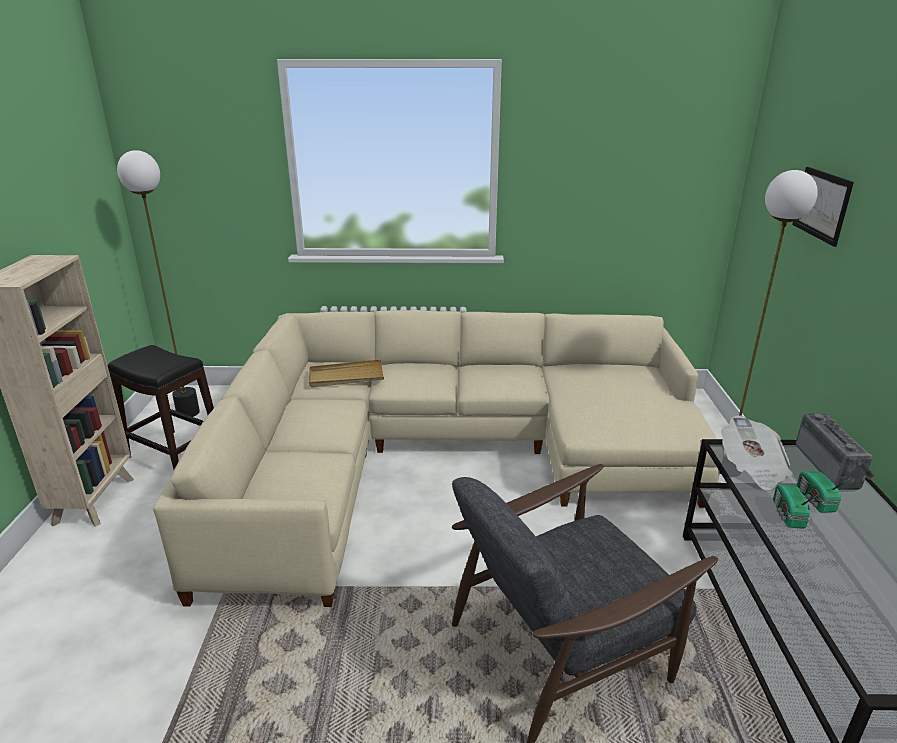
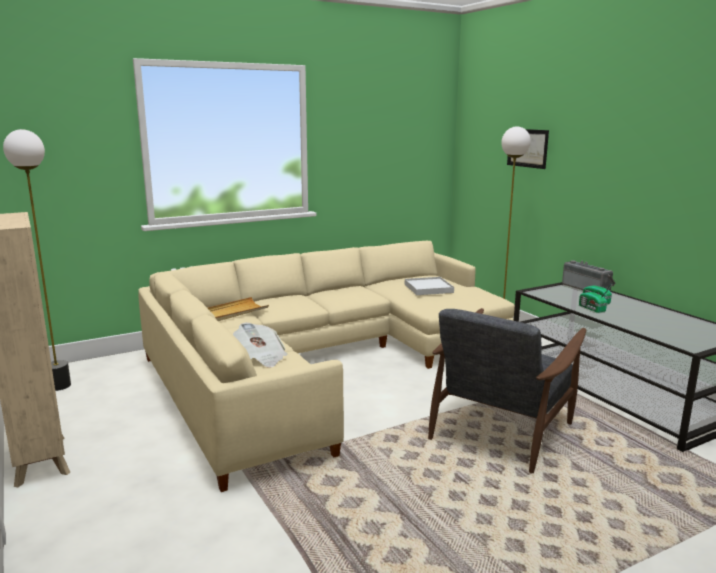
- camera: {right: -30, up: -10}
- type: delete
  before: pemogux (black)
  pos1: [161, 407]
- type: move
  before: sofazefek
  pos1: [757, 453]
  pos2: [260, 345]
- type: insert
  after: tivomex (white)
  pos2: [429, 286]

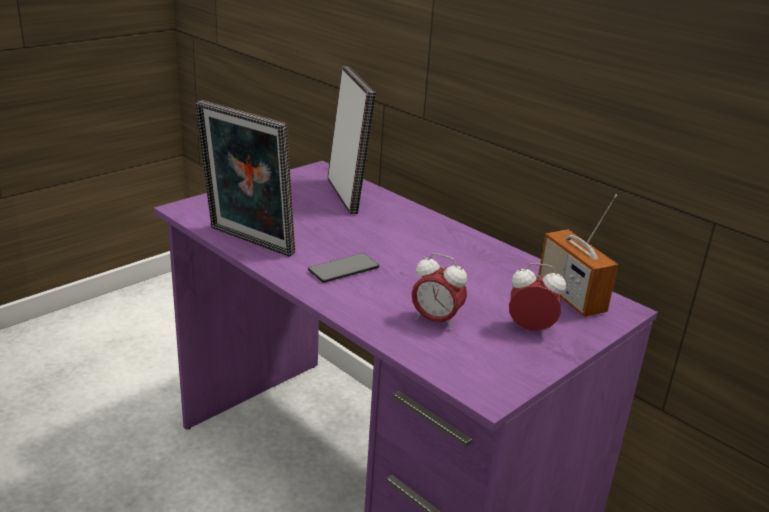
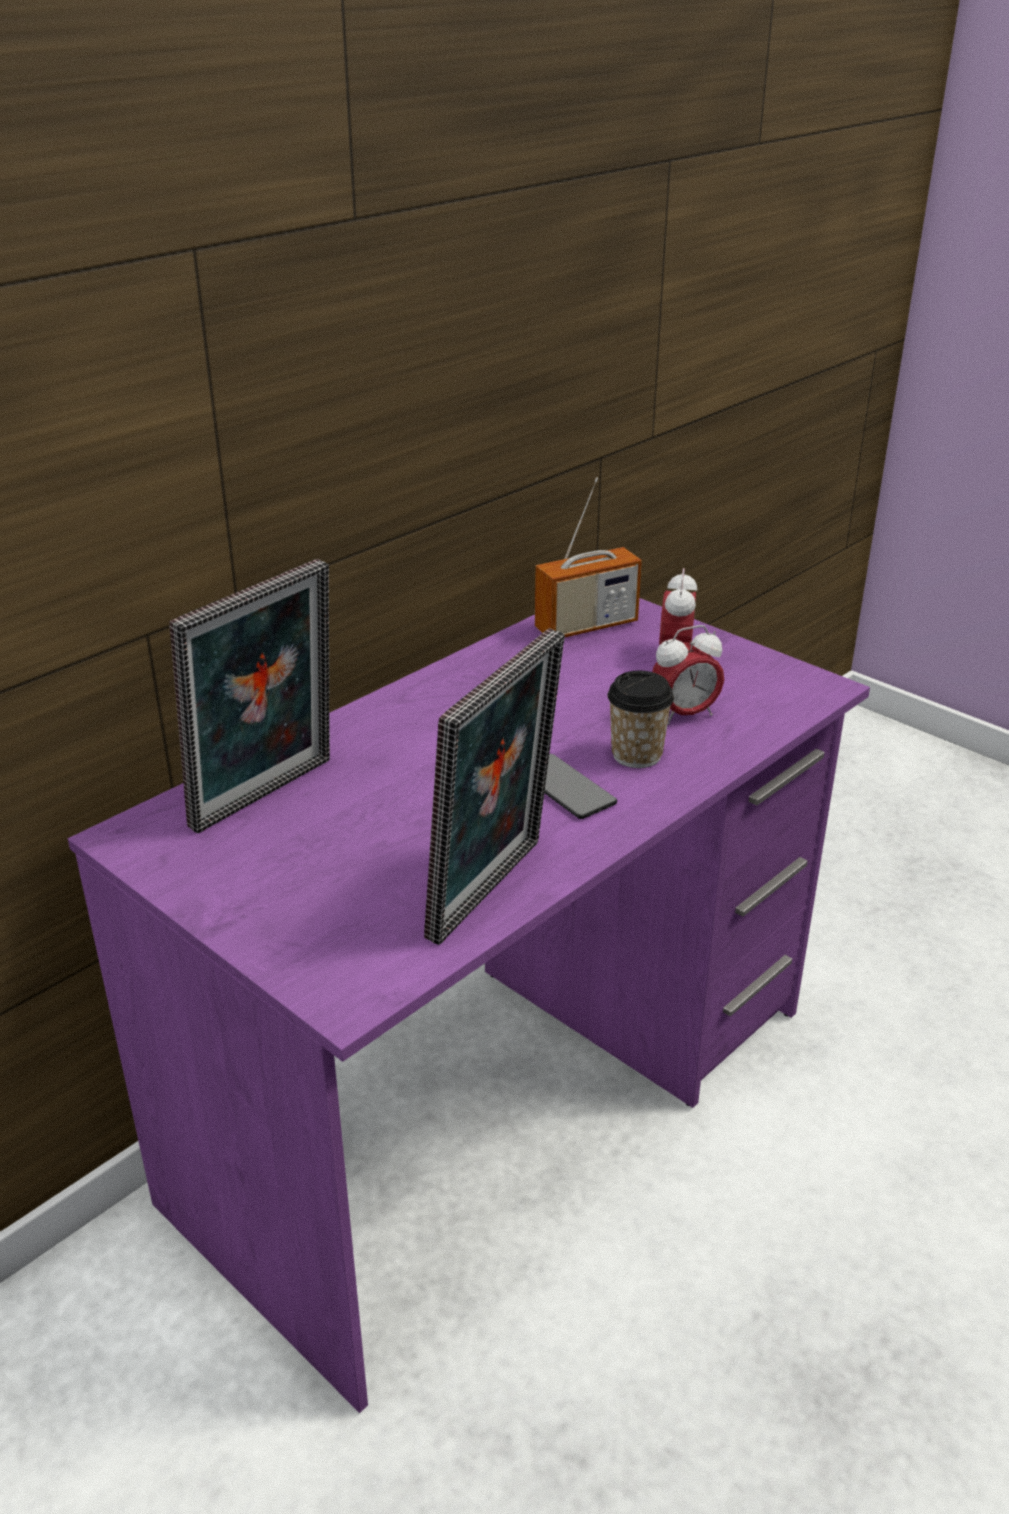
- camera: {right: -90, up: 5}
- type: rotate
  before: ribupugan
  pos1: [352, 140]
  pos2: [249, 696]
  turn: 150
- type: rotate
  before: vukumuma
  pos1: [439, 291]
  pos2: [688, 675]
  turn: 45
- type: insert
  after: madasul
  pos2: [640, 719]

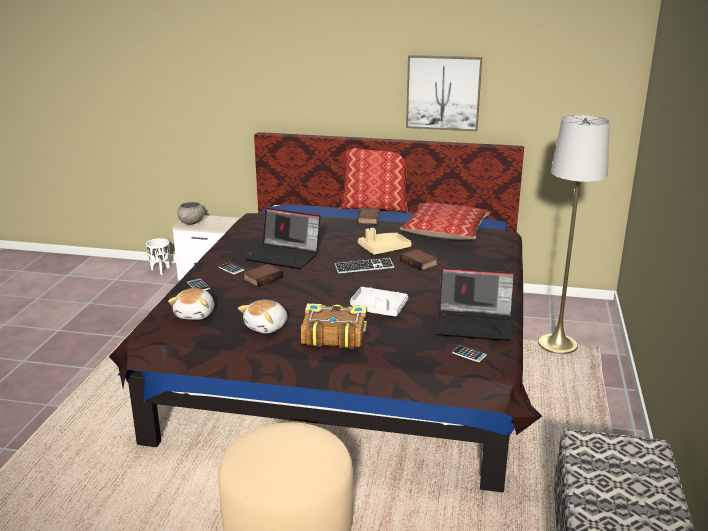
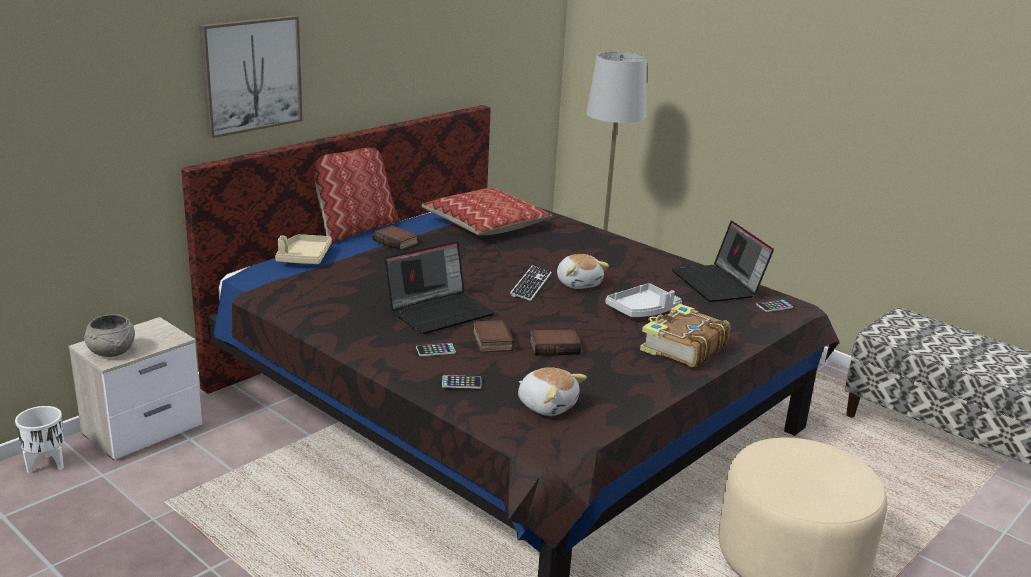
- camera: {right: -60, up: 0}
- type: move
  before: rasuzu
  pos1: [444, 93]
  pos2: [250, 76]
- type: move
  before: tivomex (beige)
  pos1: [385, 241]
  pos2: [303, 249]
- type: move
  before: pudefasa
  pos1: [419, 260]
  pos2: [555, 342]
- type: rotate
  before: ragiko
  pos1: [475, 304]
  pos2: [723, 261]
  turn: 120
- type: move
  before: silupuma
  pos1: [262, 317]
  pos2: [583, 271]

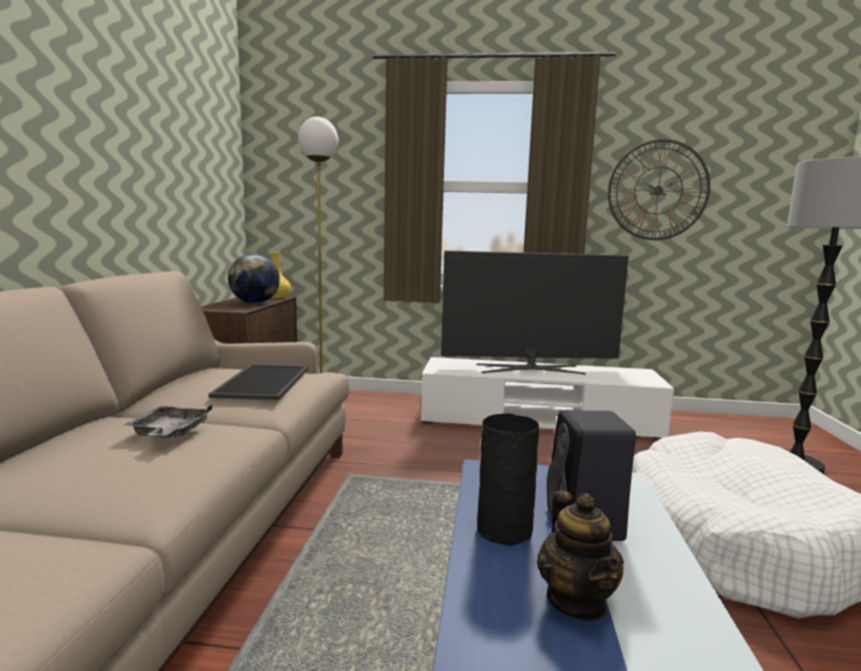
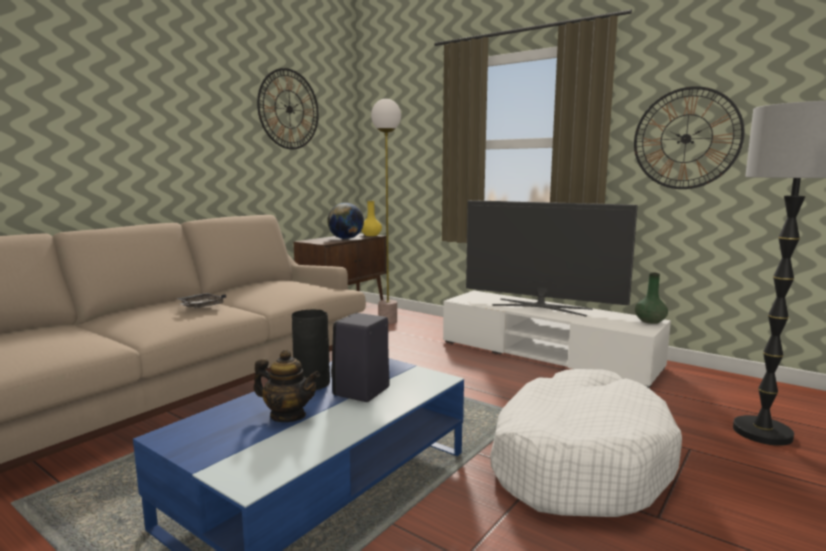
- camera: {right: 30, up: 0}
- type: delete
  before: tivomex
  pos1: [258, 382]
- type: rotate
  before: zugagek
  pos1: [580, 556]
  pos2: [286, 386]
  turn: -90
- type: insert
  after: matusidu
  pos2: [288, 108]
- type: insert
  after: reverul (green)
  pos2: [651, 298]

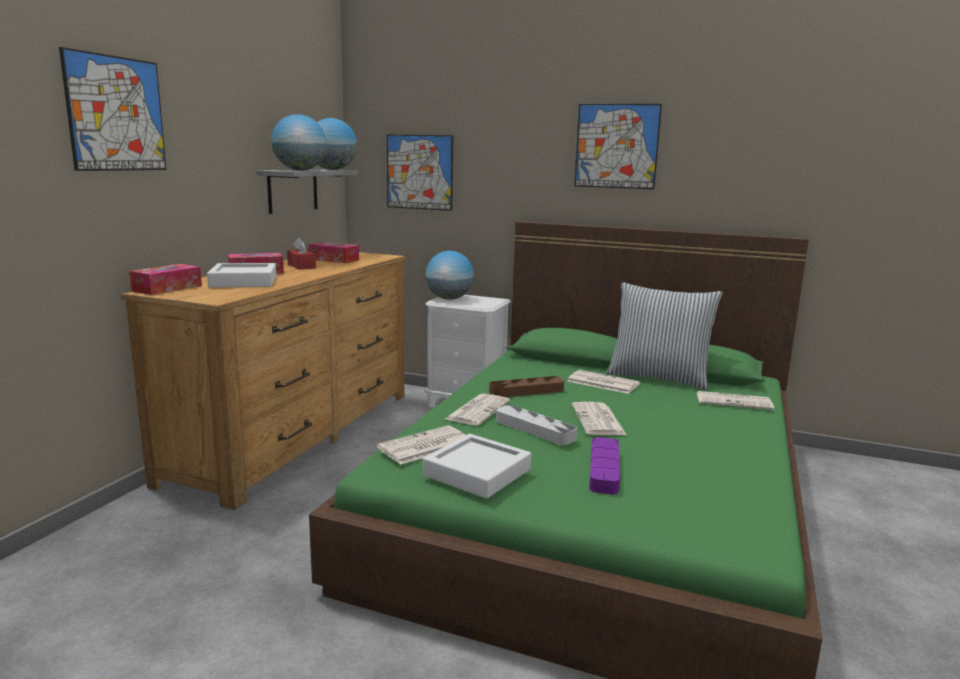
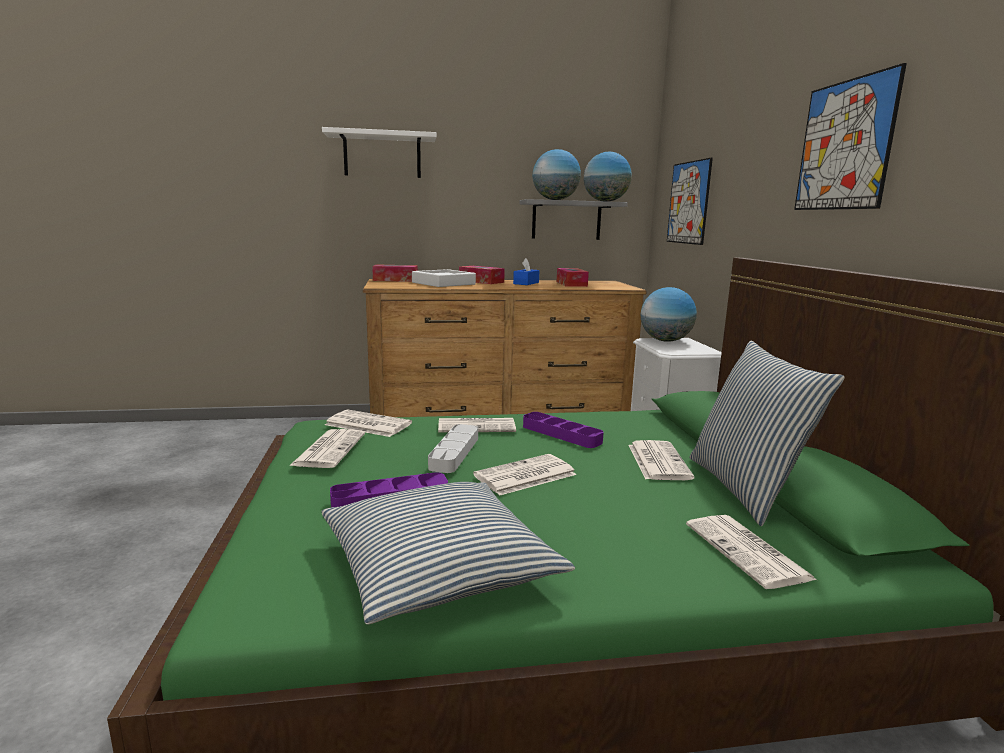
- camera: {right: 60, up: 0}
- type: replace
  before: rasuzu
  after: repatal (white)
  pos1: [112, 109]
  pos2: [379, 152]
- type: recolor
  before: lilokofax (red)
  after: lilokofax (blue)
  pos1: [301, 253]
  pos2: [526, 271]
- type: recolor
  before: tivomex (brown)
  after: tivomex (purple)
  pos1: [526, 386]
  pos2: [563, 430]
- type: replace
  before: tivomex (white)
  after: sofazefek
  pos1: [477, 466]
  pos2: [327, 448]
- type: insert
  after: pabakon
  pos2: [448, 553]

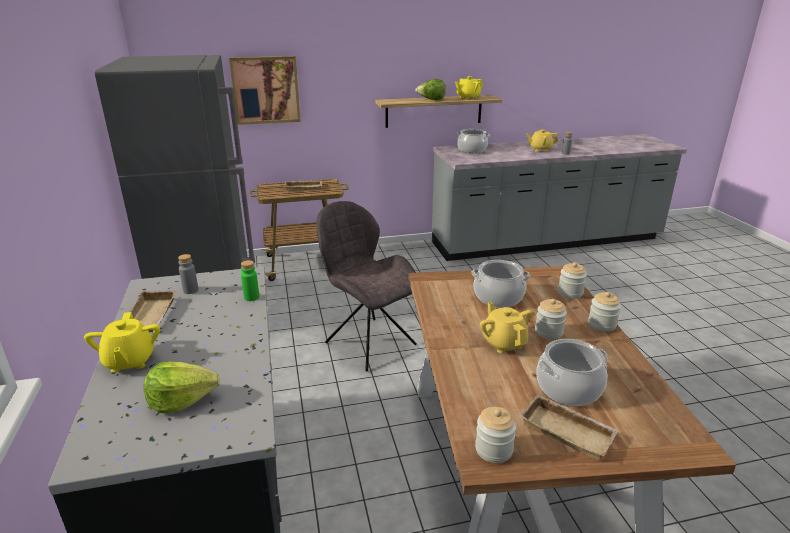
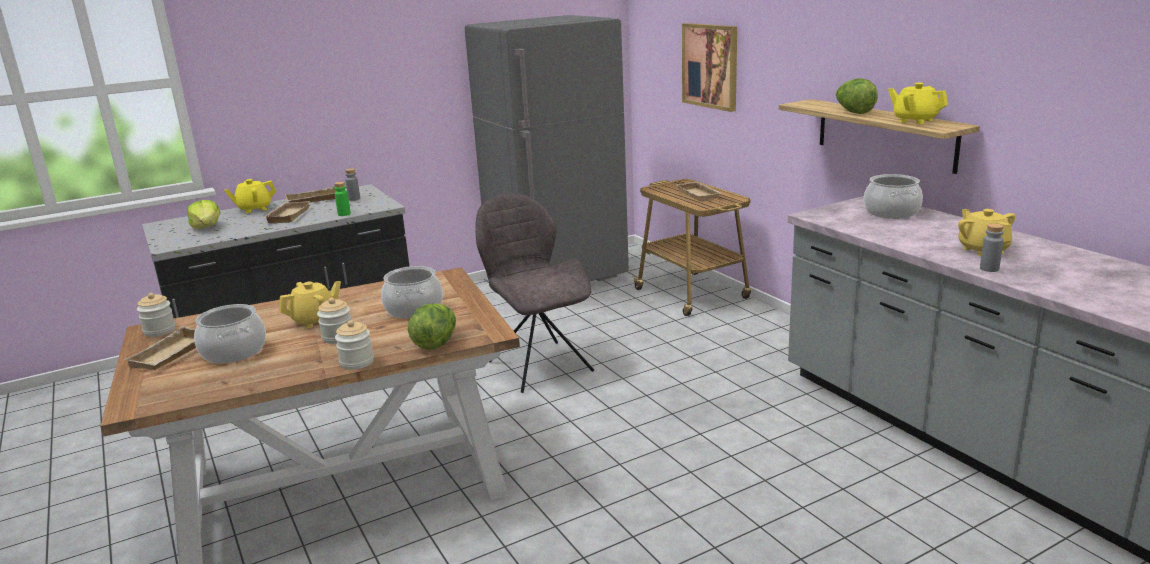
- camera: {right: 75, up: -5}
- type: rotate
  before: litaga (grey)
  pos1: [367, 286]
  pos2: [534, 293]
  turn: -60
- type: replace
  before: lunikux
  after: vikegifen
  pos1: [572, 280]
  pos2: [431, 326]
- type: insert
  after: tivomex (beige)
  pos2: [287, 212]

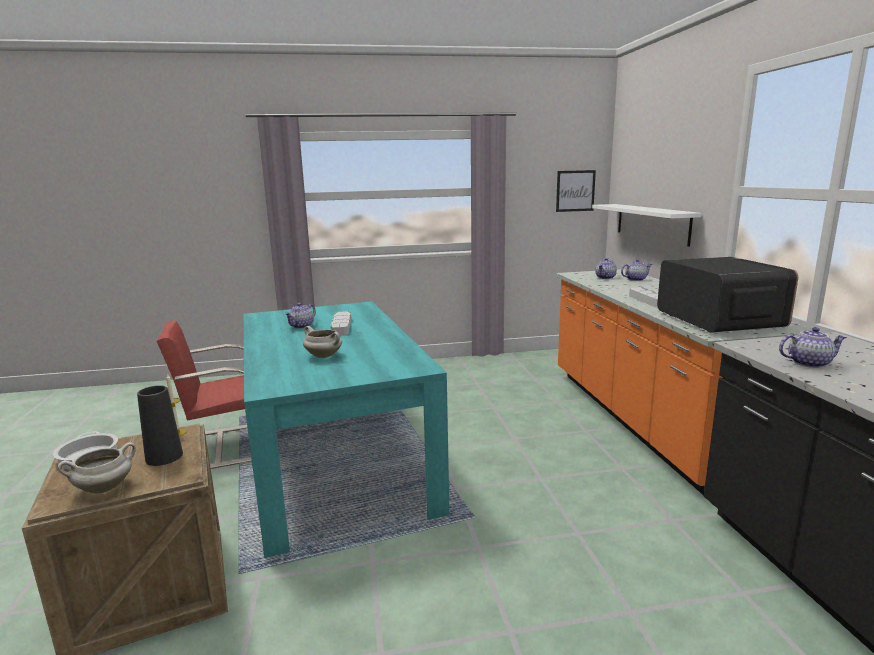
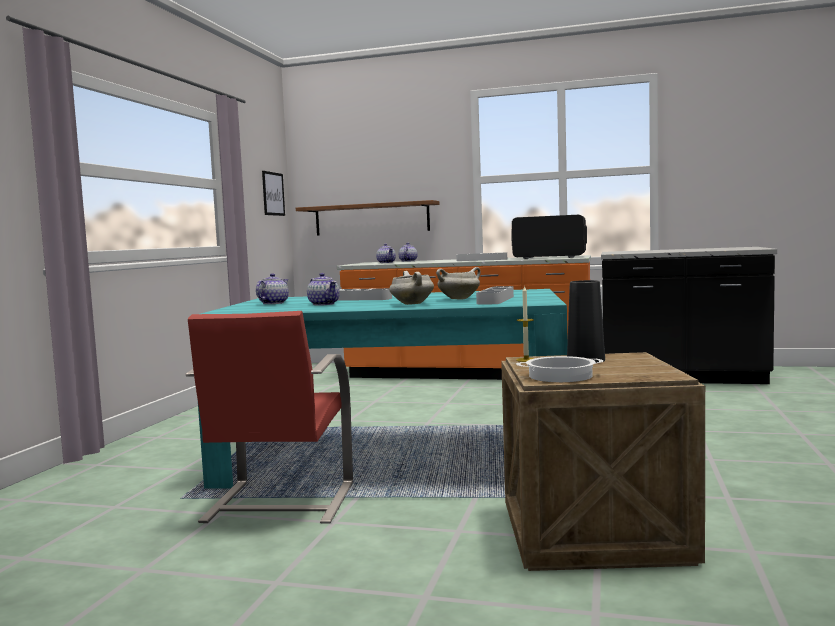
- camera: {right: -65, up: -10}
- type: recolor
  before: repatal (white)
  after: repatal (brown)
  pos1: [647, 225]
  pos2: [368, 217]
- type: move
  before: zugagek
  pos1: [813, 347]
  pos2: [272, 288]
- type: move
  before: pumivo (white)
  pos1: [96, 468]
  pos2: [411, 288]
- type: insert
  after: tivomex (grey)
  pos2: [495, 295]

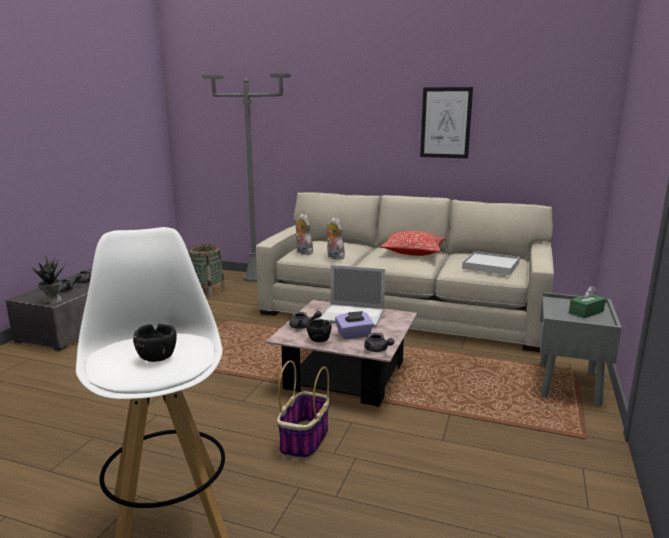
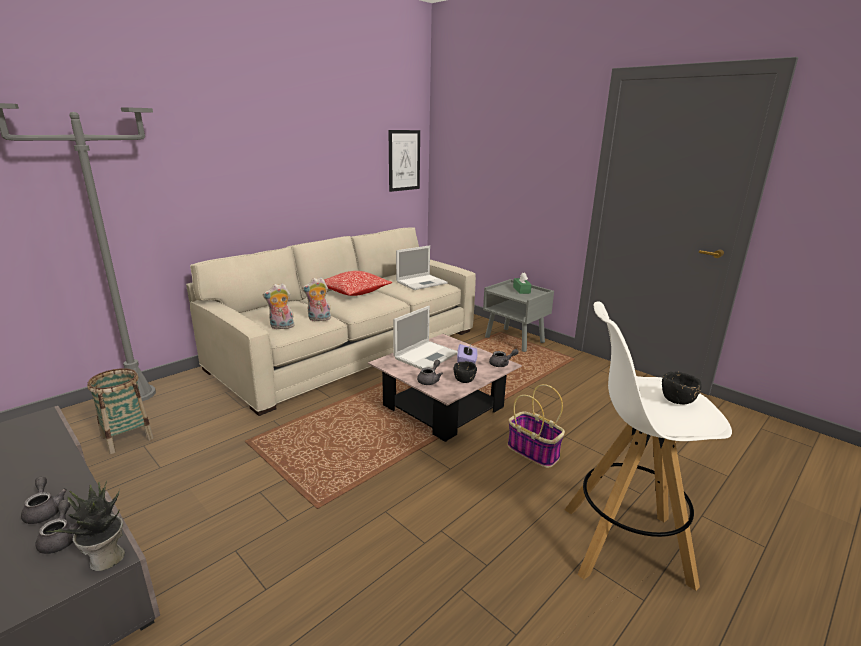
- camera: {right: -65, up: 5}
- type: move
  before: rasuzu
  pos1: [446, 122]
  pos2: [404, 161]
- type: replace
  before: tivomex (white)
  after: ragiko
  pos1: [491, 263]
  pos2: [422, 267]

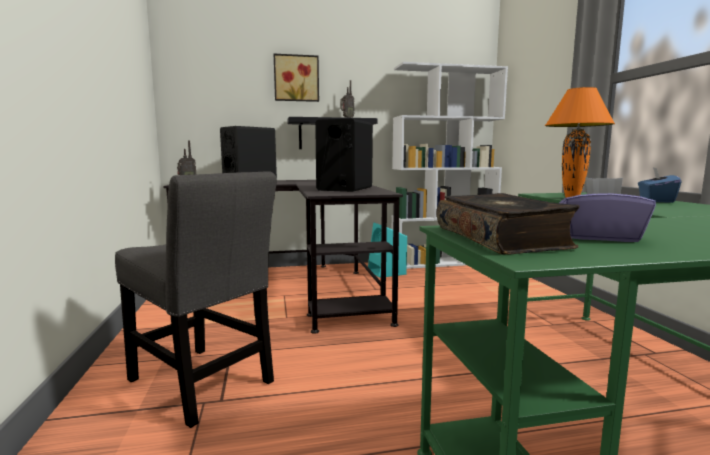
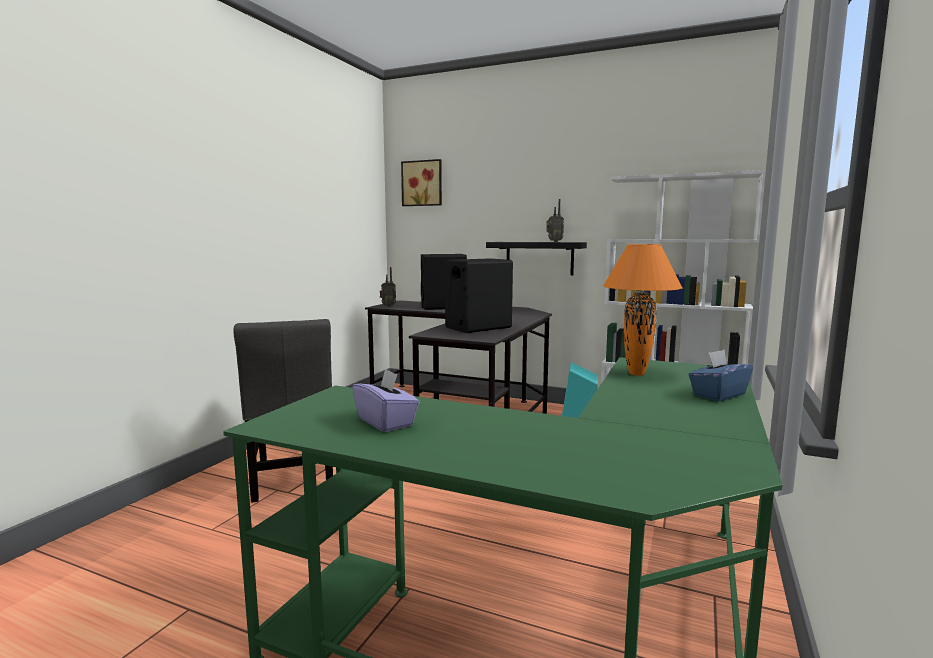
- camera: {right: 35, up: 0}
- type: move
  before: rasuzu
  pos1: [296, 78]
  pos2: [421, 182]
- type: delete
  before: pudefasa
  pos1: [508, 224]

